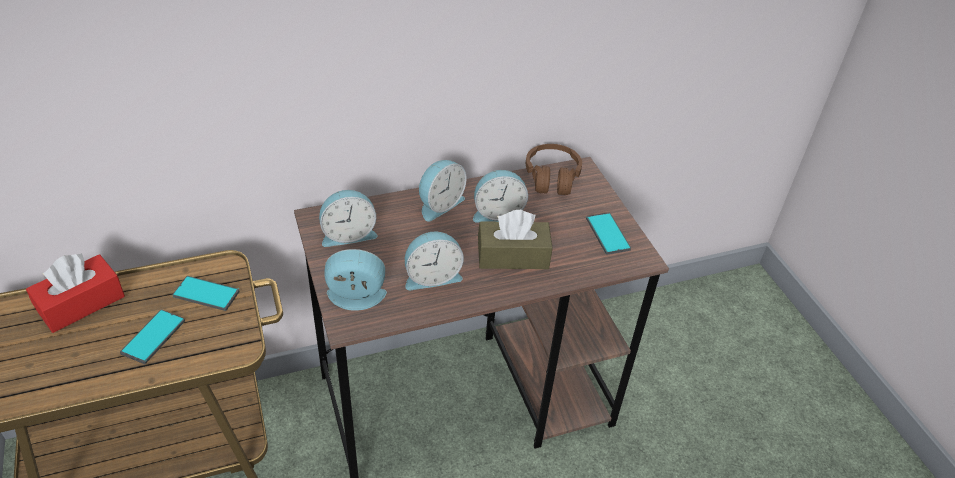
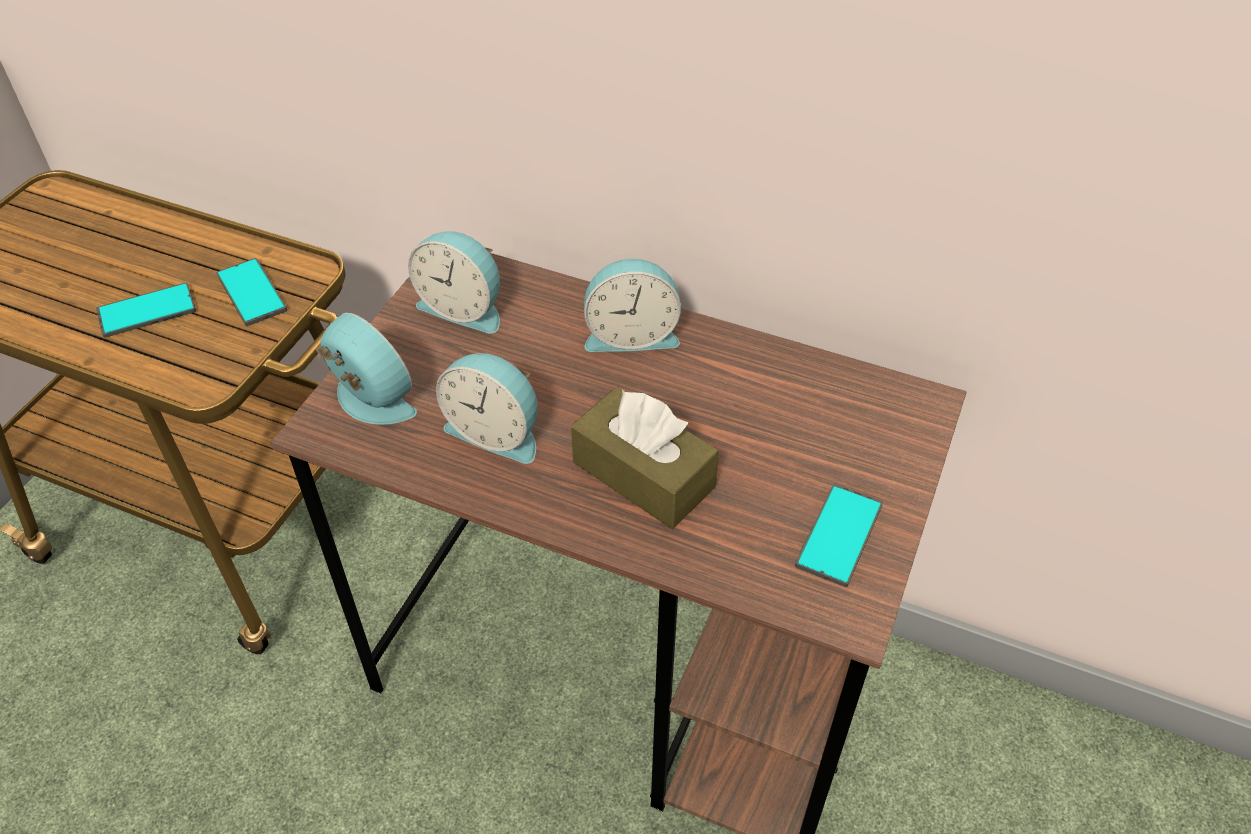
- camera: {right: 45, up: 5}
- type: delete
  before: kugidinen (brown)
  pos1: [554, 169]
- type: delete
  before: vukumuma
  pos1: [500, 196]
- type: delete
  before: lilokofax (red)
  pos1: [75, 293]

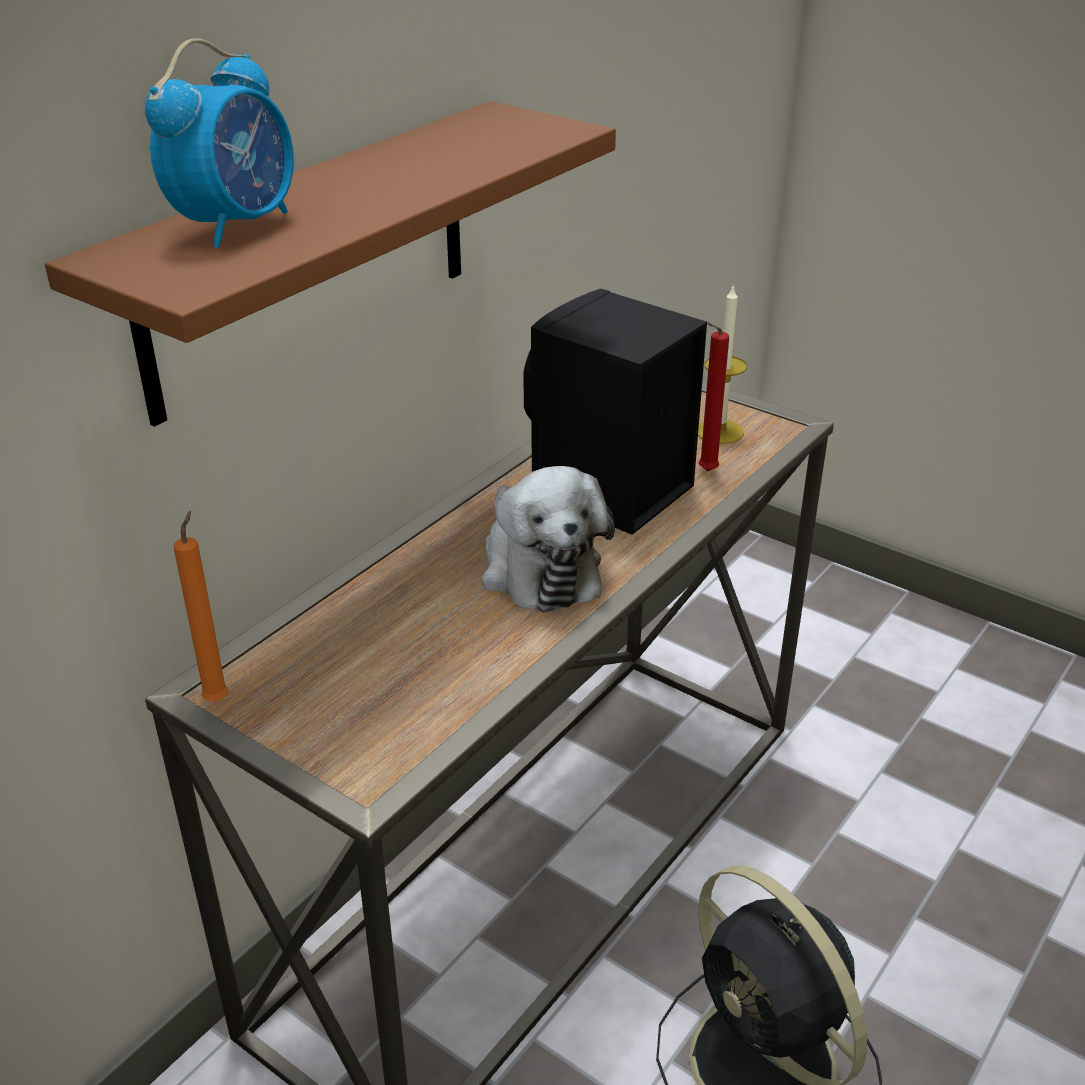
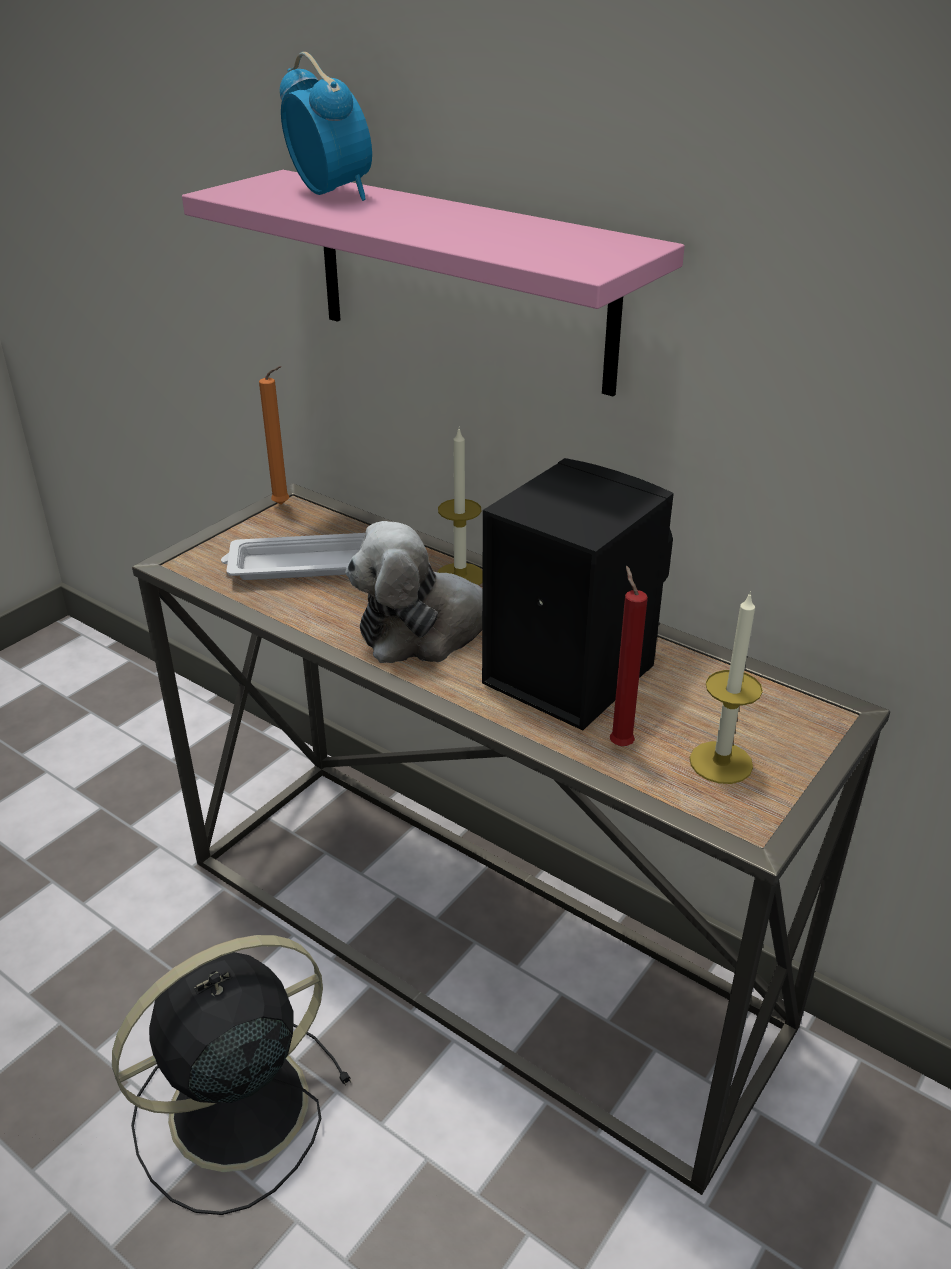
- camera: {right: 90, up: 0}
- type: rotate
  before: vukumuma
  pos1: [219, 143]
  pos2: [326, 126]
  turn: -150
- type: recolor
  before: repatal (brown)
  after: repatal (pink)
  pos1: [330, 264]
  pos2: [433, 283]
- type: insert
  after: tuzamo
  pos2: [460, 507]
- type: insert
  after: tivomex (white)
  pos2: [293, 556]

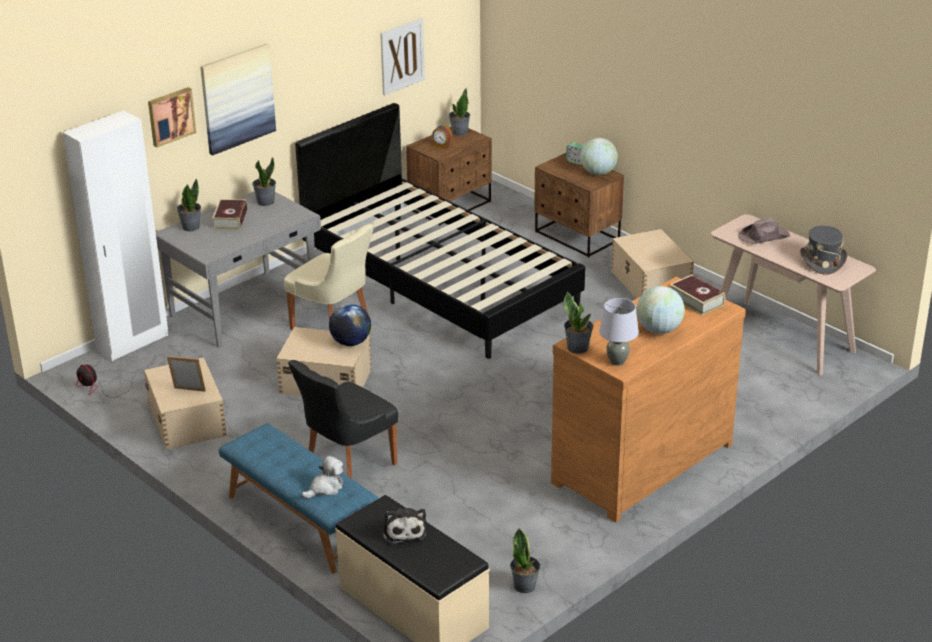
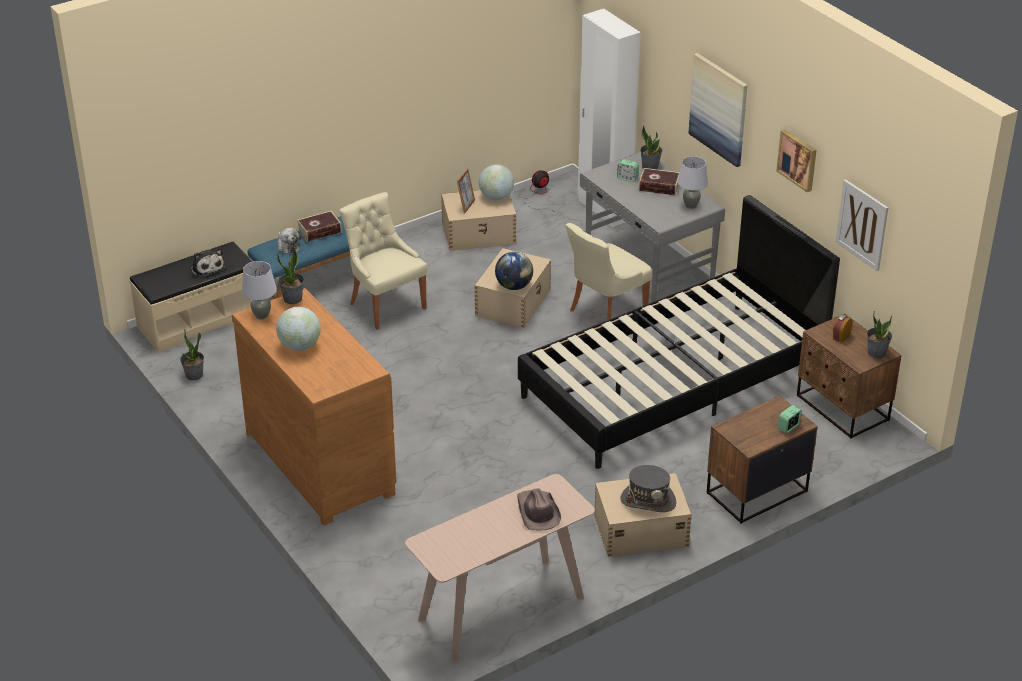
- camera: {right: 100, up: 5}
- type: move
  before: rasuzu
  pos1: [172, 117]
  pos2: [796, 161]
- type: move
  before: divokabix
  pos1: [599, 156]
  pos2: [496, 182]
- type: replace
  before: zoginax
  after: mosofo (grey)
  pos1: [264, 181]
  pos2: [692, 182]
- type: move
  before: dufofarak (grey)
  pos1: [823, 250]
  pos2: [648, 488]
- type: move
  before: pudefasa
  pos1: [697, 295]
  pos2: [319, 226]
- type: recolor
  before: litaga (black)
  after: litaga (beige)
  pos1: [343, 419]
  pos2: [383, 261]
- type: rotate
  before: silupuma
  pos1: [405, 526]
  pos2: [207, 263]
  turn: -120
- type: insert
  after: vukumuma
  pos2: [628, 170]

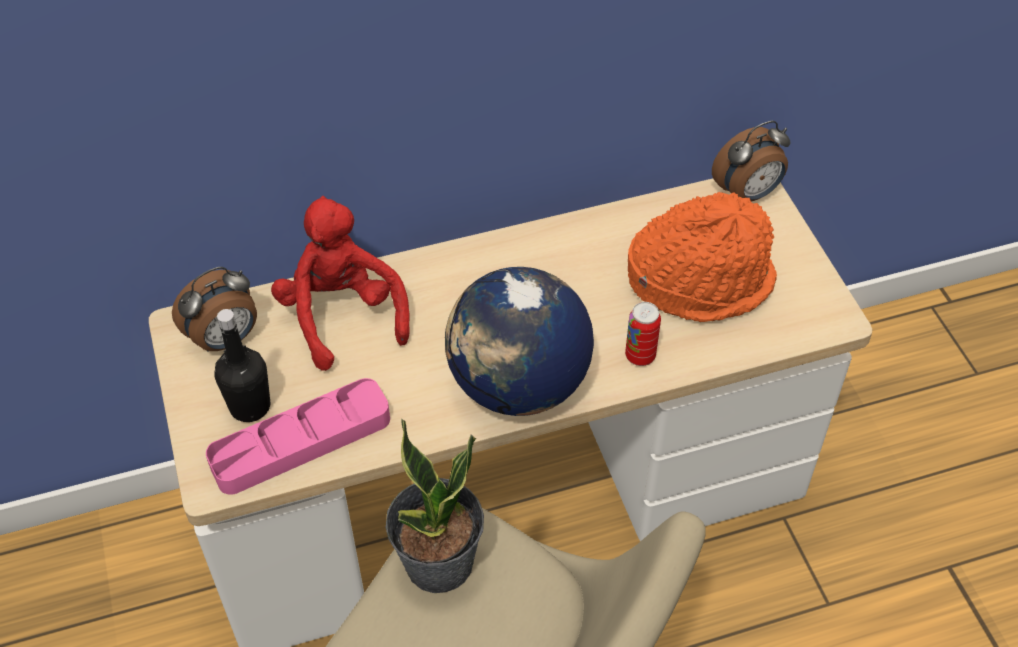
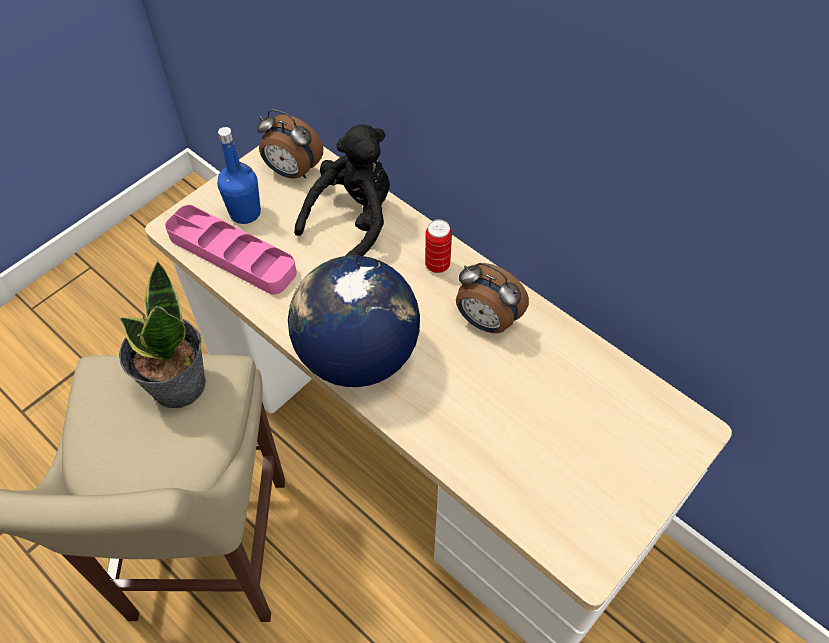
- camera: {right: 60, up: 5}
- type: move
  before: vukumuma
  pos1: [751, 161]
  pos2: [492, 298]
- type: delete
  before: dufofarak (orange)
  pos1: [702, 257]
- type: recolor
  before: silupuma (red)
  after: silupuma (black)
  pos1: [340, 283]
  pos2: [342, 190]
- type: move
  before: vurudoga
  pos1: [643, 334]
  pos2: [438, 246]
- type: recolor
  before: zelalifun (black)
  after: zelalifun (blue)
  pos1: [242, 365]
  pos2: [239, 175]

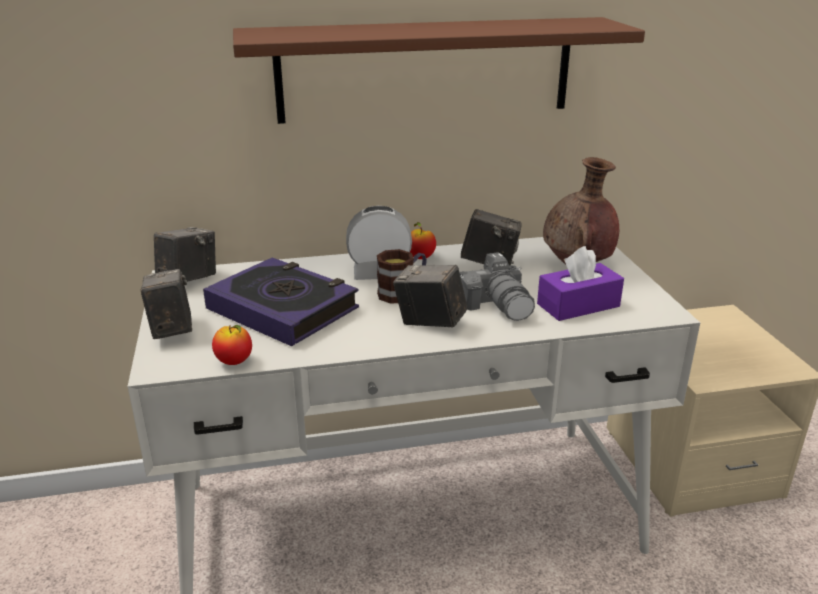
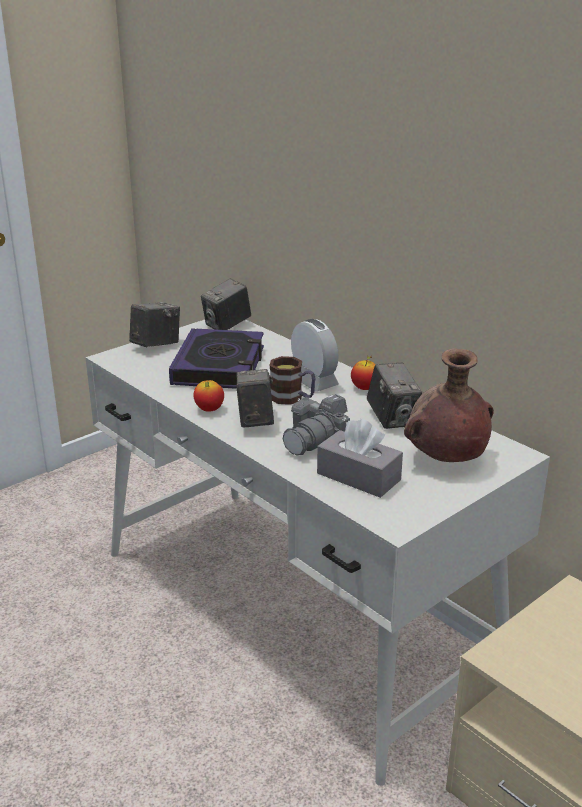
- camera: {right: 60, up: 0}
- type: delete
  before: repatal (brown)
  pos1: [439, 70]
- type: rotate
  before: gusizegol
  pos1: [185, 254]
  pos2: [226, 304]
  turn: 135
- type: recolor
  before: lilokofax (purple)
  after: lilokofax (grey)
  pos1: [580, 283]
  pos2: [360, 458]
- type: move
  before: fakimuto
  pos1: [232, 345]
  pos2: [209, 396]

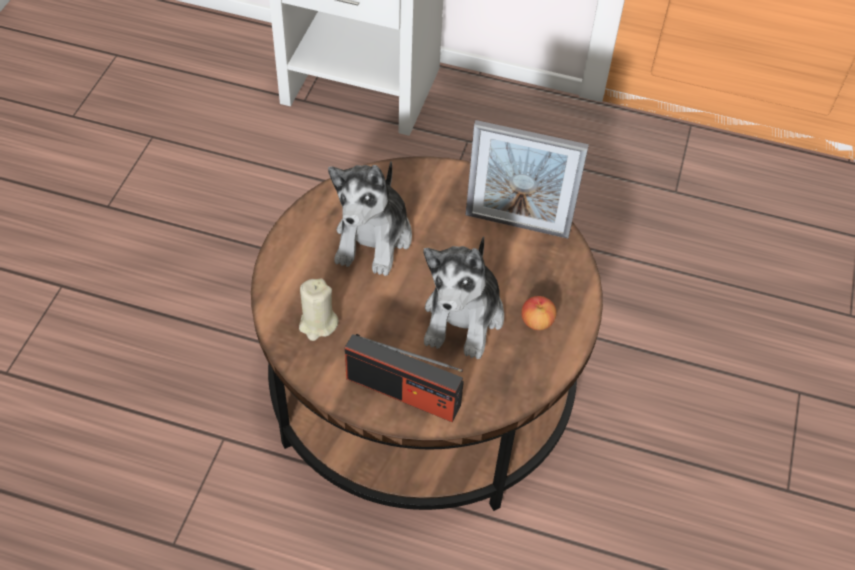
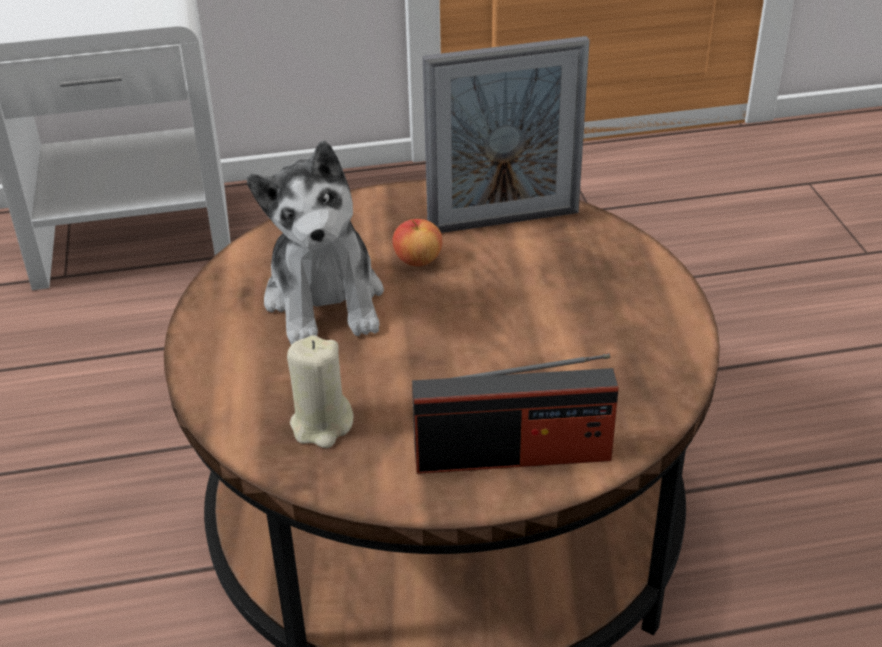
- camera: {right: -25, up: -15}
- type: delete
  before: silupuma
  pos1: [464, 297]
- type: move
  before: fakimuto
  pos1: [539, 313]
  pos2: [417, 242]

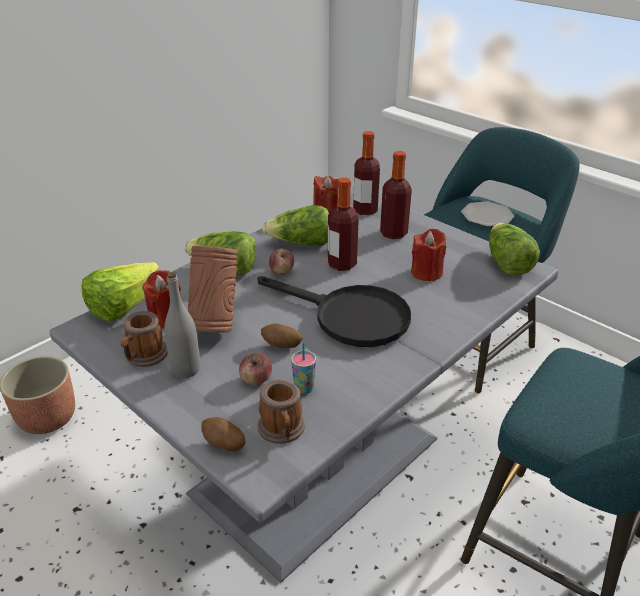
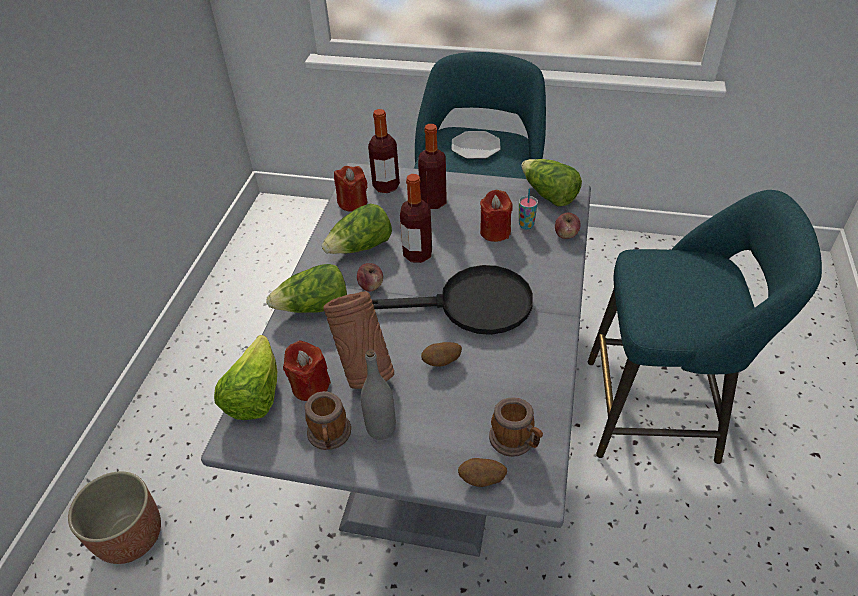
- camera: {right: -30, up: 10}
- type: move
  before: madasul
  pos1: [303, 368]
  pos2: [528, 209]
- type: move
  before: fakimuto
  pos1: [255, 369]
  pos2: [567, 226]

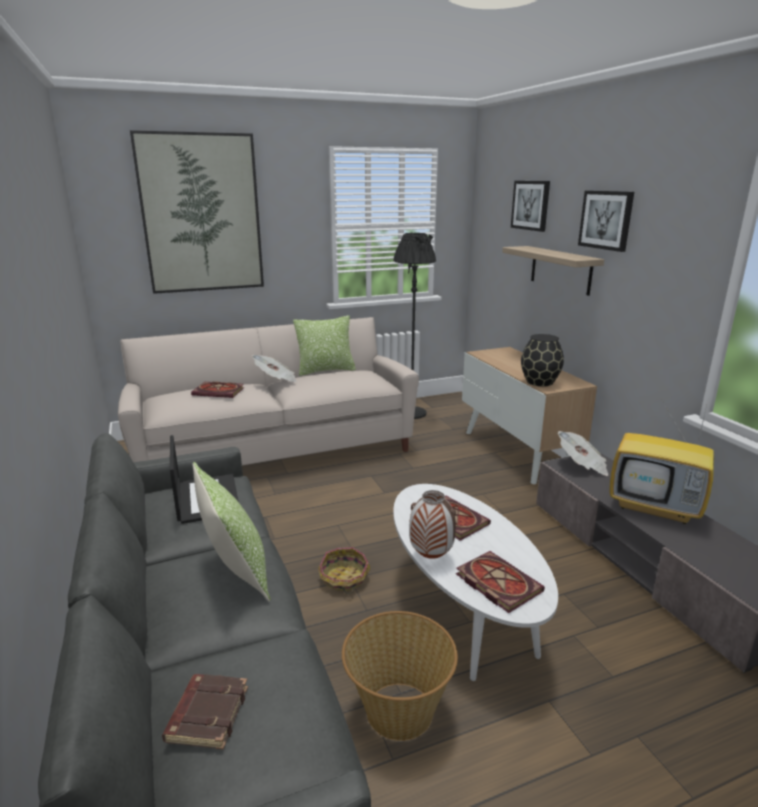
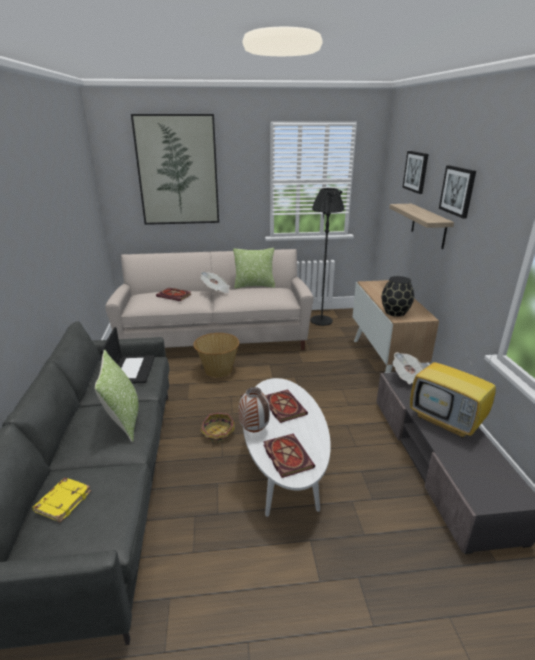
- camera: {right: 15, up: 5}
- type: move
  before: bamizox
  pos1: [400, 676]
  pos2: [216, 355]
- type: recolor
  before: pudefasa (brown)
  after: pudefasa (yellow)
  pos1: [205, 712]
  pos2: [61, 500]

